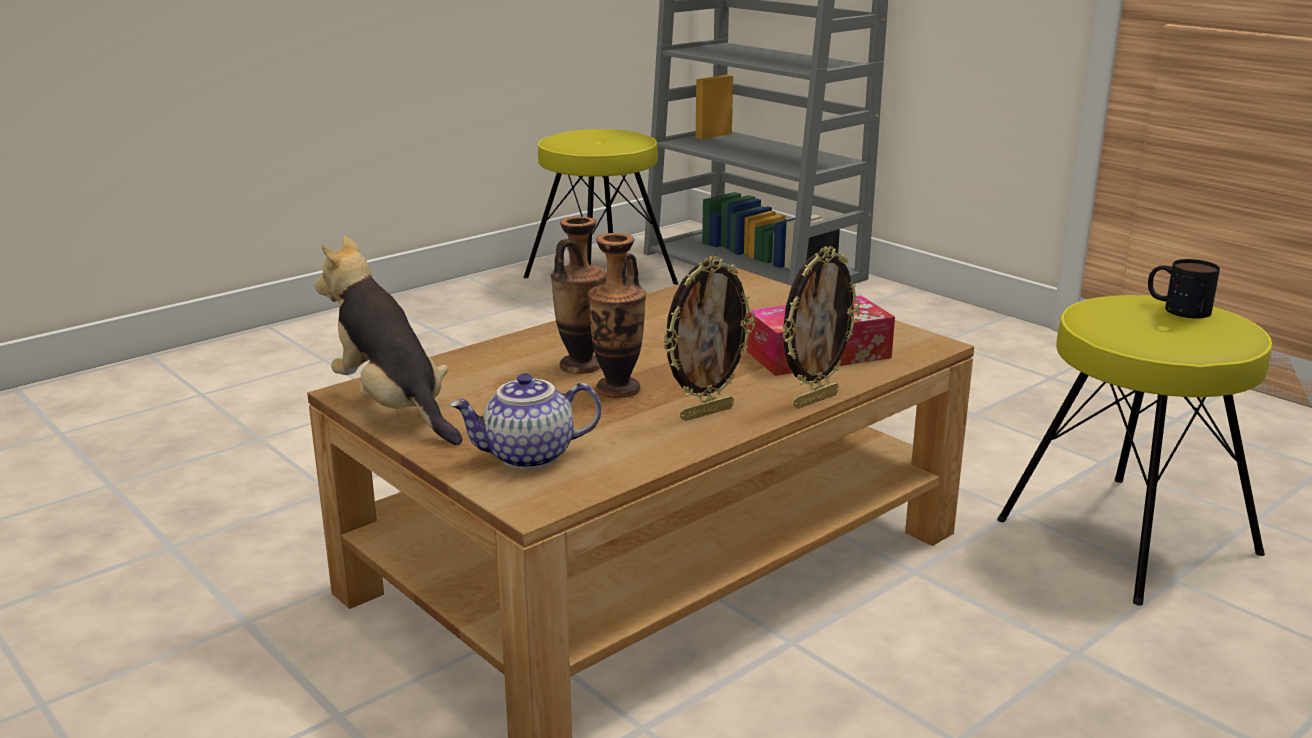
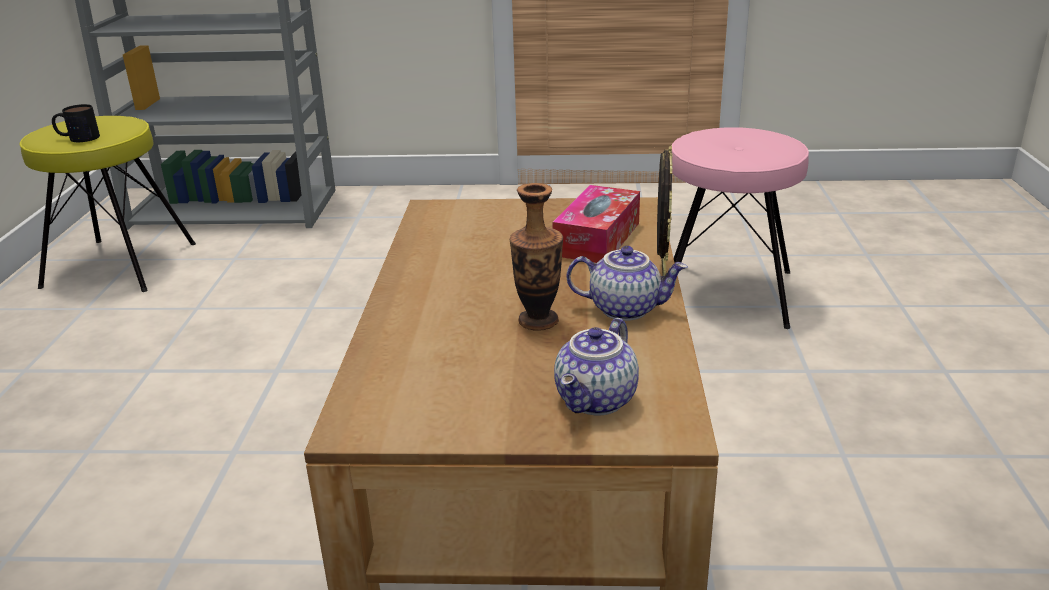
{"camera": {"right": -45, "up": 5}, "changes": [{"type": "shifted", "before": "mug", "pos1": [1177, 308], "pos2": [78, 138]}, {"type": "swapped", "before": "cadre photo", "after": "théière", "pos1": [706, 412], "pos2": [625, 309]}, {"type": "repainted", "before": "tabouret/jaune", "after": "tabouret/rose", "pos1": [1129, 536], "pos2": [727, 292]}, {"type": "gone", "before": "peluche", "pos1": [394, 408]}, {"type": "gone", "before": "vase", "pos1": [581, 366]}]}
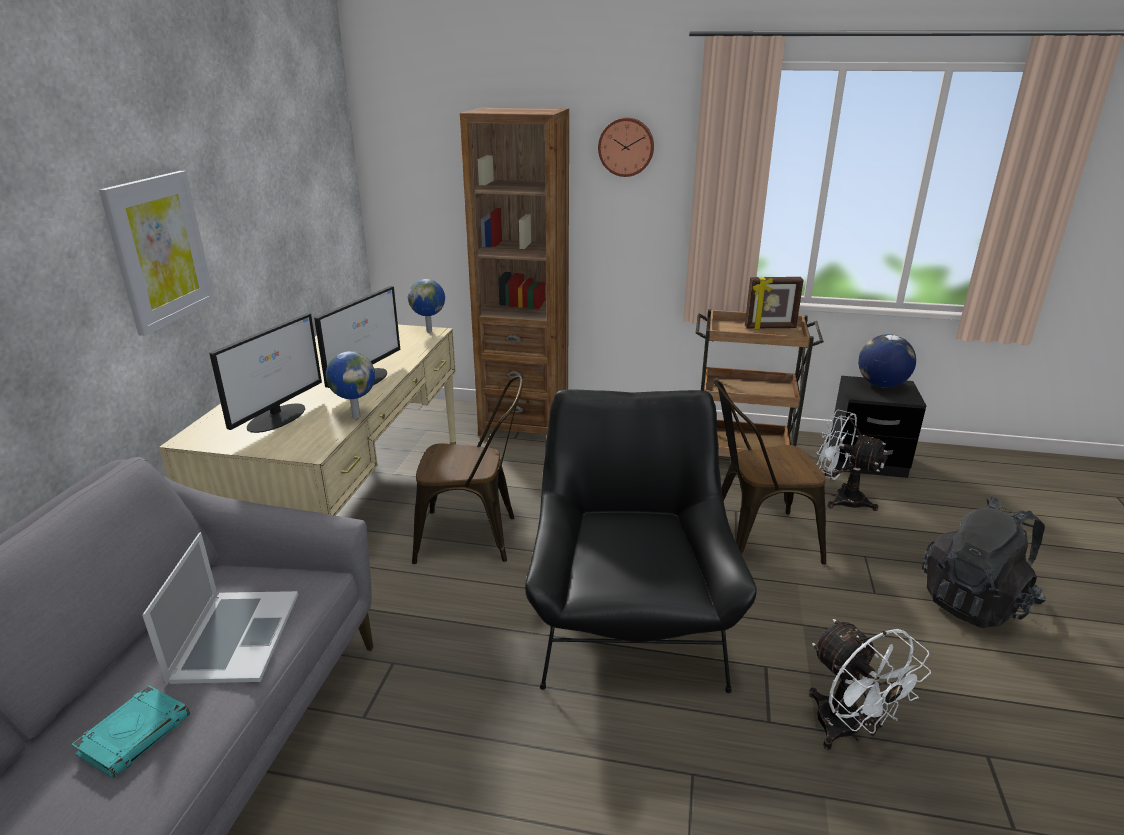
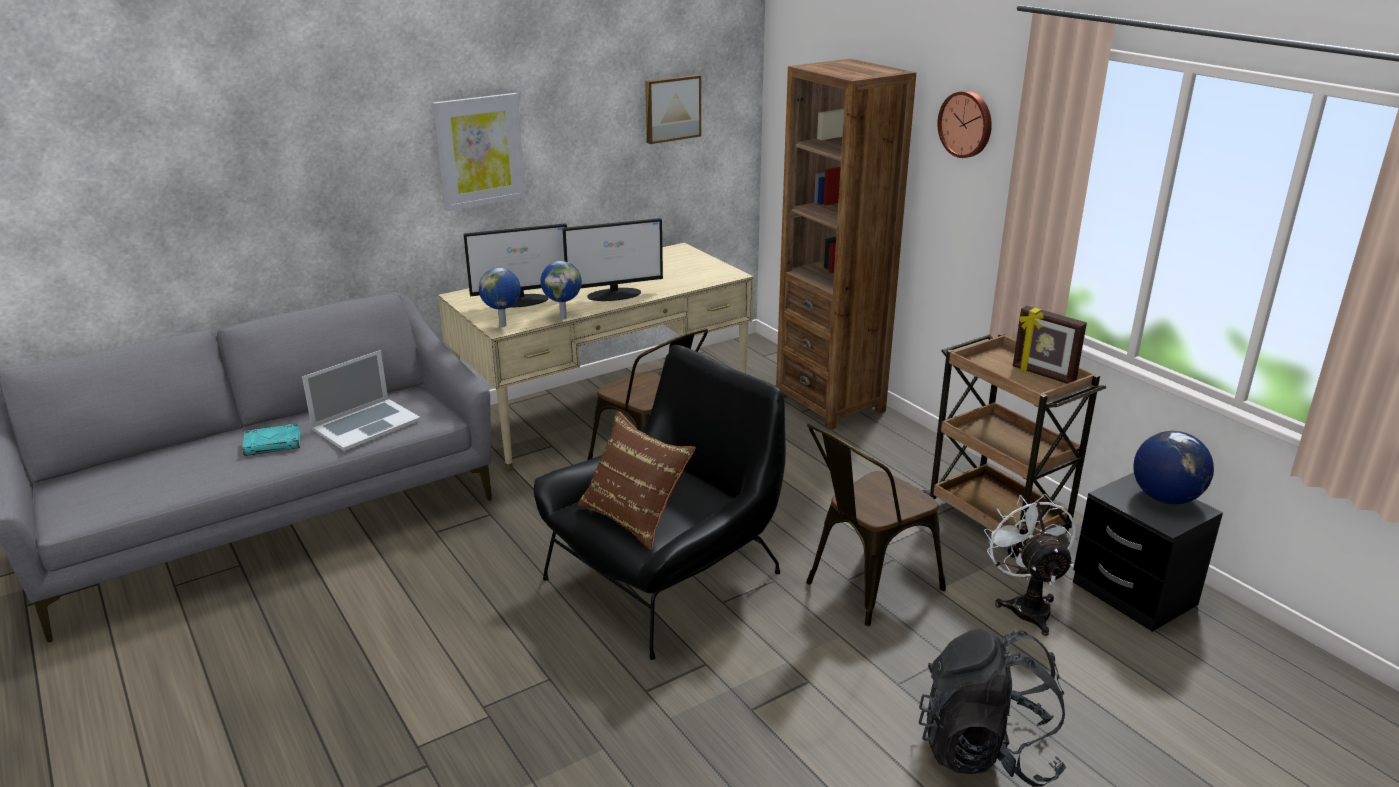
{"camera": {"right": 45, "up": 0}, "changes": [{"type": "shifted", "before": "globe", "pos1": [430, 331], "pos2": [503, 325]}, {"type": "new", "after": "coussin/marron", "pos2": [634, 516]}, {"type": "new", "after": "tableau", "pos2": [671, 108]}, {"type": "rotated", "before": "chaise/marron", "pos1": [754, 541], "pos2": [864, 588], "turn": -75}, {"type": "gone", "before": "ventilateur/blanc", "pos1": [848, 731]}]}
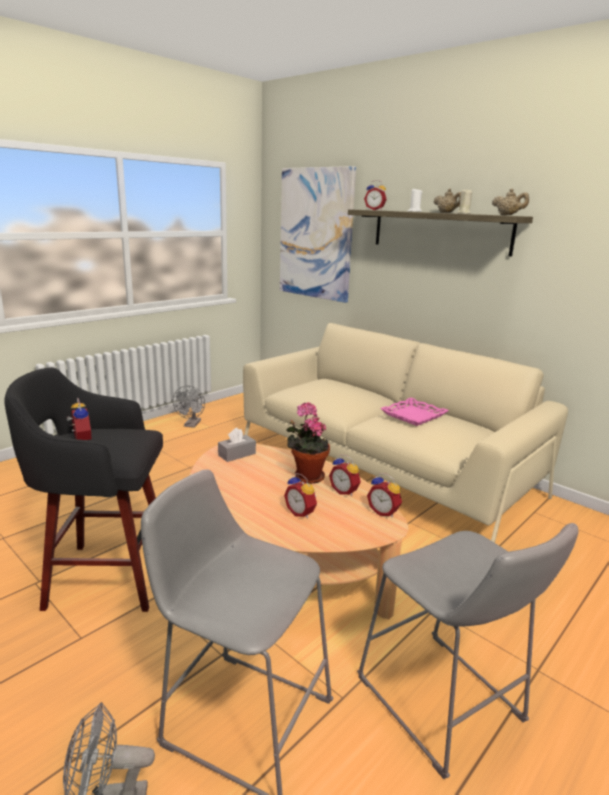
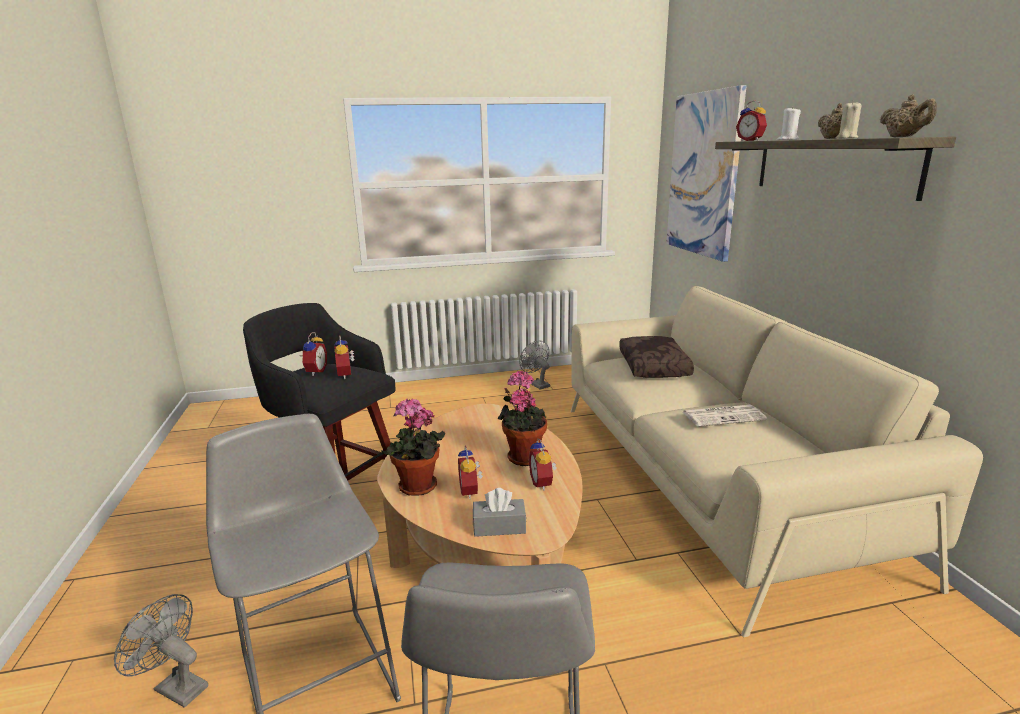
{"camera": {"right": 35, "up": 0}, "changes": [{"type": "shifted", "before": "réveil", "pos1": [384, 512], "pos2": [347, 375]}, {"type": "new", "after": "plante en pot", "pos2": [417, 488]}, {"type": "shifted", "before": "boîte à mouchoirs/gris", "pos1": [237, 454], "pos2": [499, 526]}, {"type": "rotated", "before": "ventilateur/gris", "pos1": [191, 425], "pos2": [536, 384], "turn": 105}, {"type": "new", "after": "coussin/marron", "pos2": [655, 366]}, {"type": "swapped", "before": "plateau/rose", "after": "journal", "pos1": [413, 415], "pos2": [724, 416]}]}
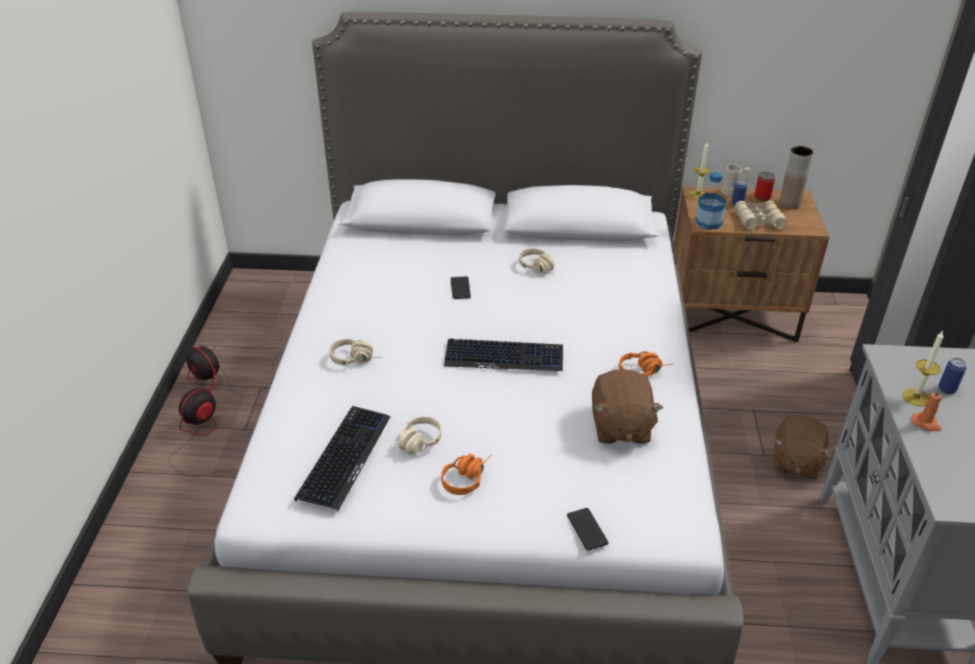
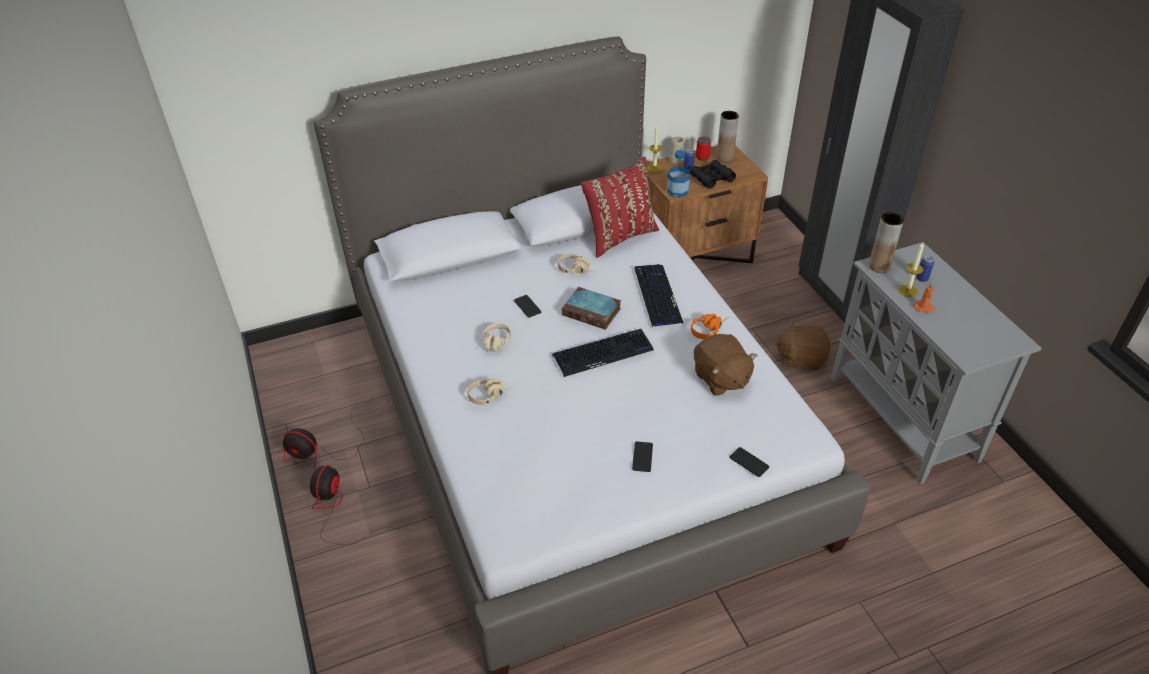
{"camera": {"right": -25, "up": 5}, "changes": [{"type": "shifted", "before": "casque audio/beige", "pos1": [415, 445], "pos2": [495, 345]}, {"type": "new", "after": "livre", "pos2": [592, 312]}, {"type": "new", "after": "coussin/rouge", "pos2": [619, 236]}, {"type": "swapped", "before": "casque audio/orange", "after": "téléphone", "pos1": [467, 477], "pos2": [642, 457]}, {"type": "shifted", "before": "clavier", "pos1": [344, 457], "pos2": [657, 296]}, {"type": "repainted", "before": "jumelles/beige", "after": "jumelles/noir", "pos1": [758, 220], "pos2": [711, 178]}, {"type": "rotated", "before": "peluche/marron", "pos1": [795, 462], "pos2": [801, 358], "turn": 105}, {"type": "new", "after": "vase/marron", "pos2": [879, 266]}]}
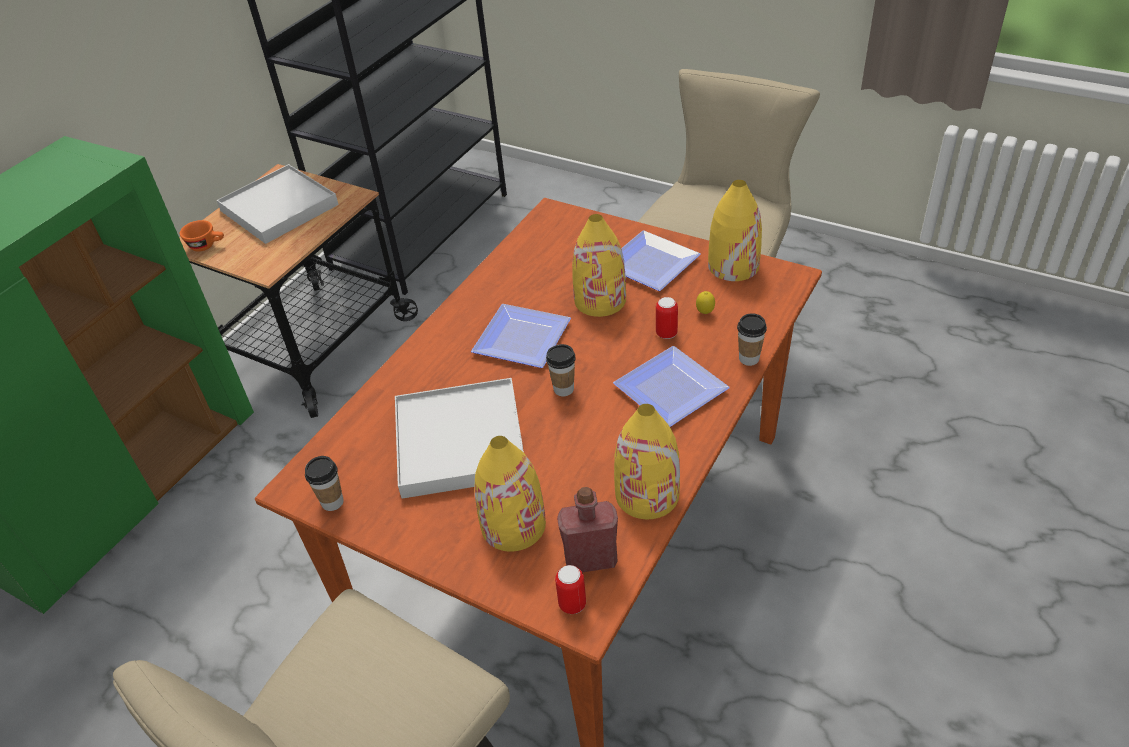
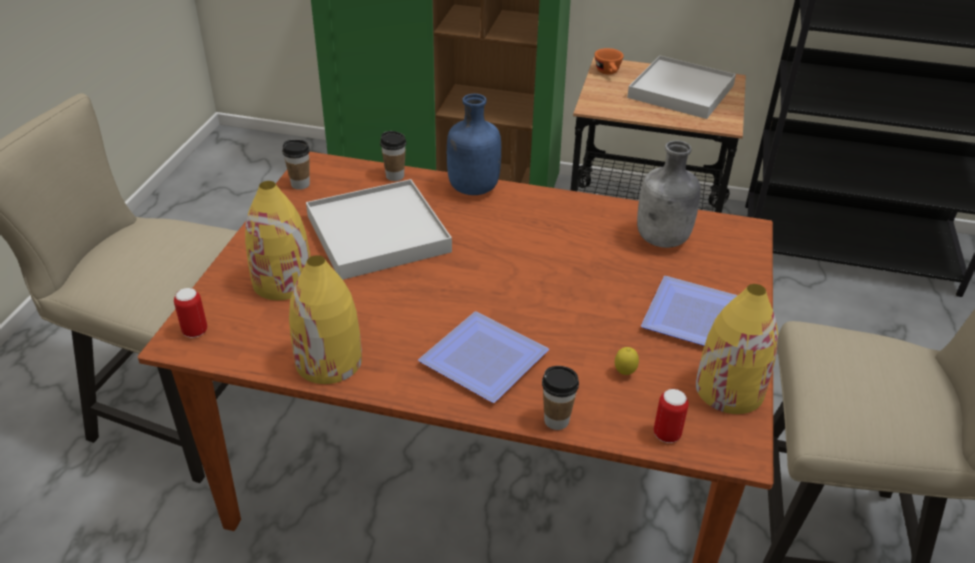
{"camera": {"right": 70, "up": -5}, "changes": [{"type": "shifted", "before": "tasse", "pos1": [563, 389], "pos2": [395, 176]}, {"type": "new", "after": "bouteille/bleu", "pos2": [472, 189]}, {"type": "new", "after": "bouteille/gris", "pos2": [663, 240]}, {"type": "shifted", "before": "boîte métallique", "pos1": [666, 334], "pos2": [666, 434]}, {"type": "gone", "before": "assiette", "pos1": [523, 341]}, {"type": "gone", "before": "bouteille/rouge", "pos1": [591, 559]}, {"type": "gone", "before": "vase/jaune", "pos1": [600, 300]}]}
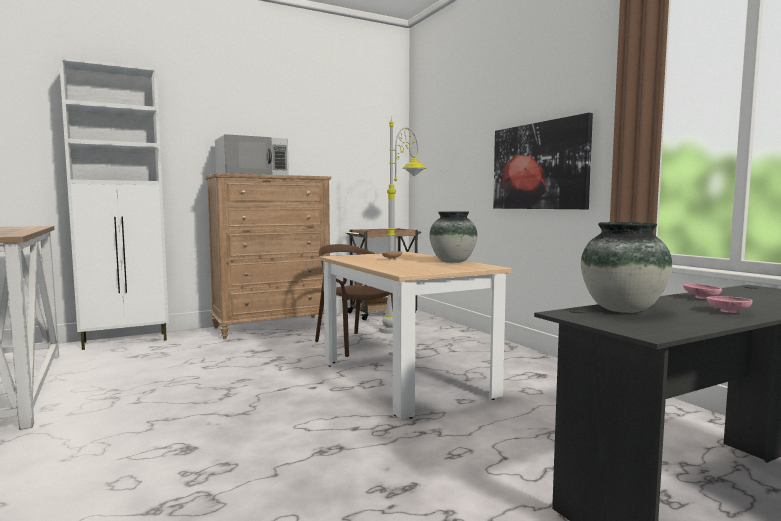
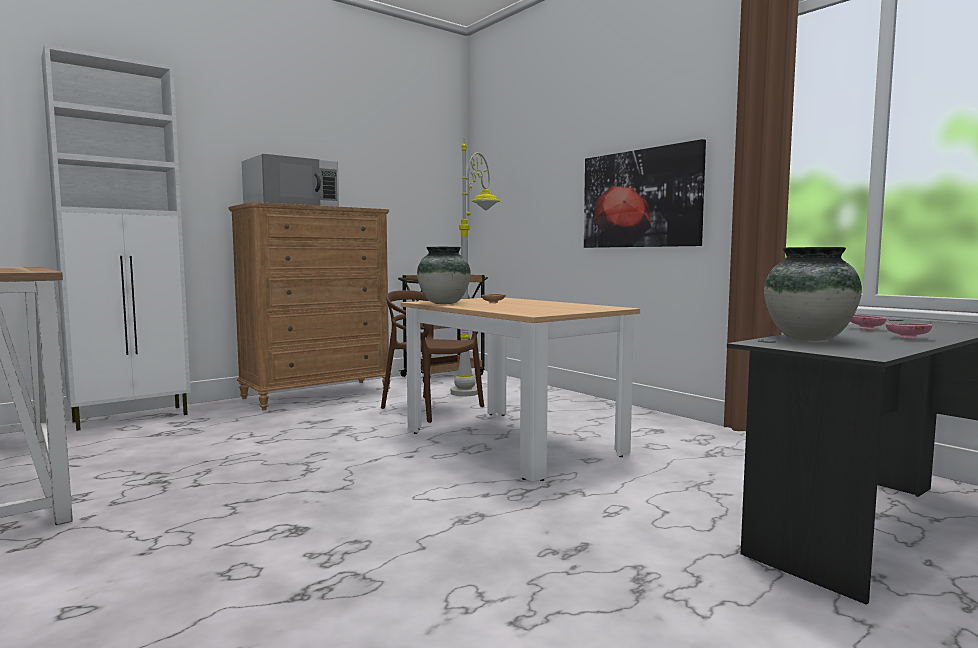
{"camera": {"right": -10, "up": 0}, "changes": [{"type": "shifted", "before": "vase", "pos1": [452, 261], "pos2": [443, 303]}]}
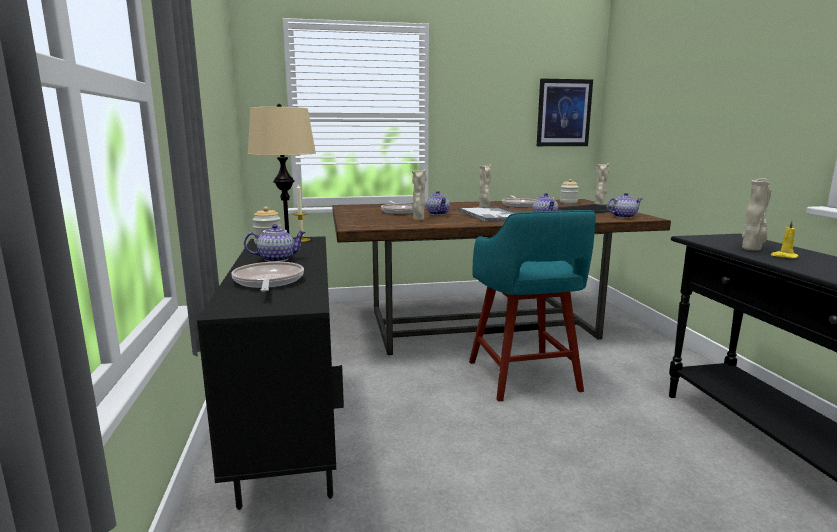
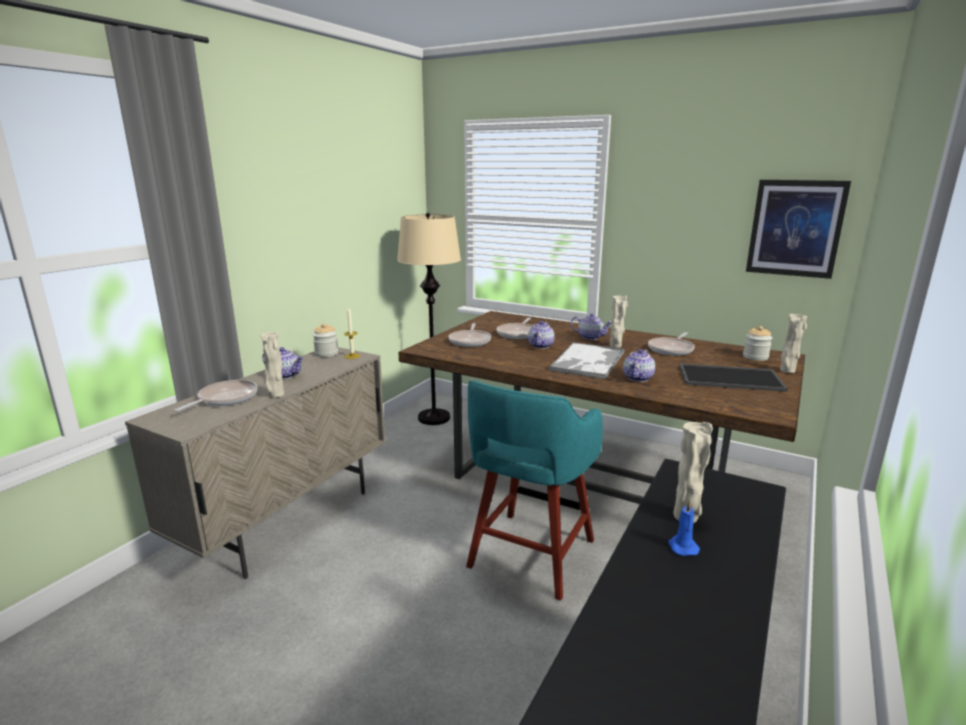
{"camera": {"right": 40, "up": 5}, "changes": [{"type": "repainted", "before": "meuble de rangement/noir", "after": "meuble de rangement/beige", "pos1": [291, 439], "pos2": [289, 521]}, {"type": "shifted", "before": "vase/beige", "pos1": [418, 219], "pos2": [276, 395]}, {"type": "new", "after": "poêle", "pos2": [470, 341]}, {"type": "shifted", "before": "théière", "pos1": [623, 216], "pos2": [590, 337]}, {"type": "repainted", "before": "bougie/jaune", "after": "bougie/bleu", "pos1": [784, 256], "pos2": [682, 546]}]}
